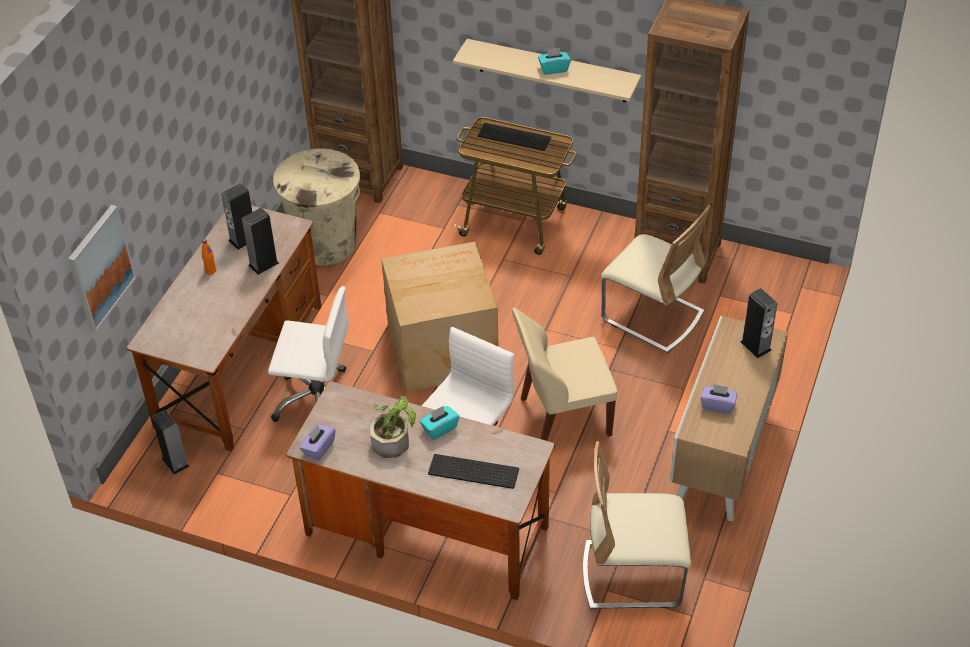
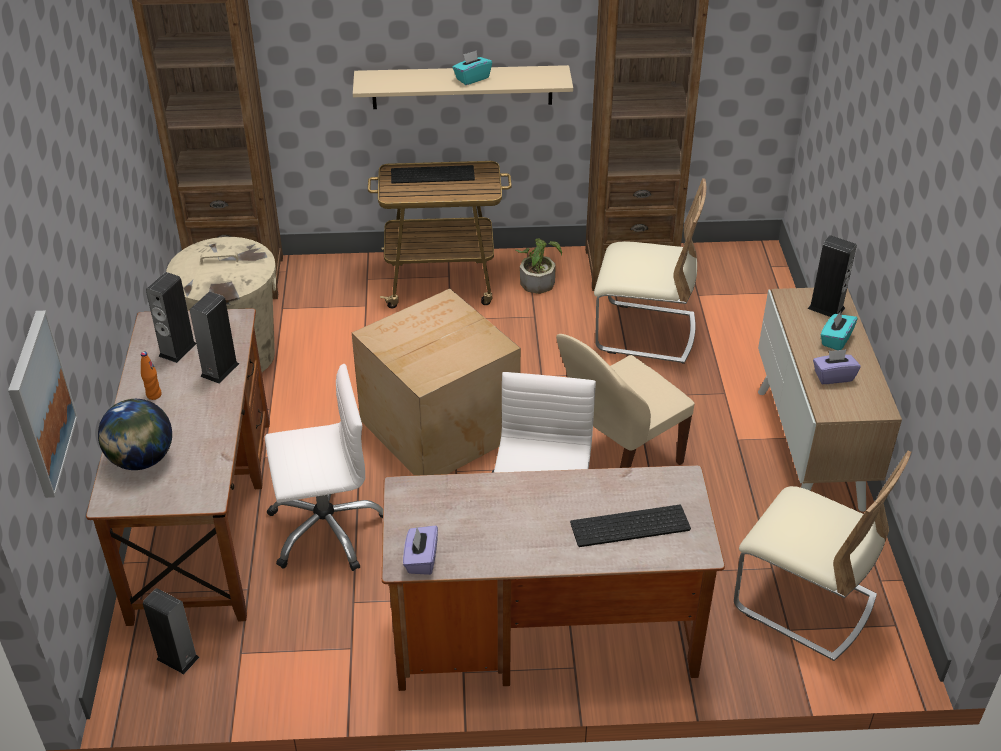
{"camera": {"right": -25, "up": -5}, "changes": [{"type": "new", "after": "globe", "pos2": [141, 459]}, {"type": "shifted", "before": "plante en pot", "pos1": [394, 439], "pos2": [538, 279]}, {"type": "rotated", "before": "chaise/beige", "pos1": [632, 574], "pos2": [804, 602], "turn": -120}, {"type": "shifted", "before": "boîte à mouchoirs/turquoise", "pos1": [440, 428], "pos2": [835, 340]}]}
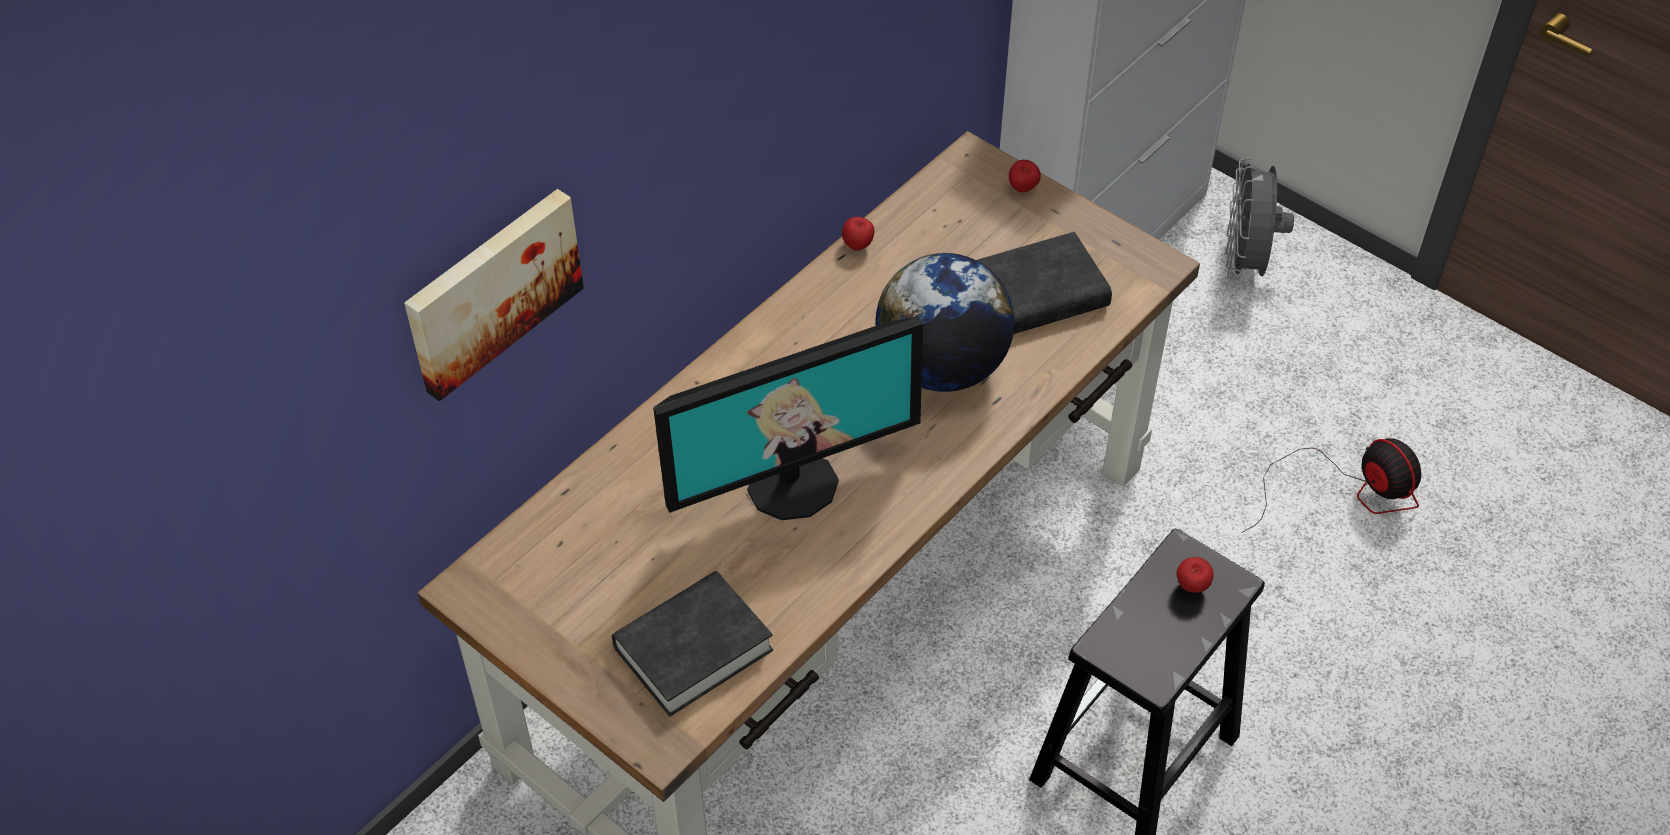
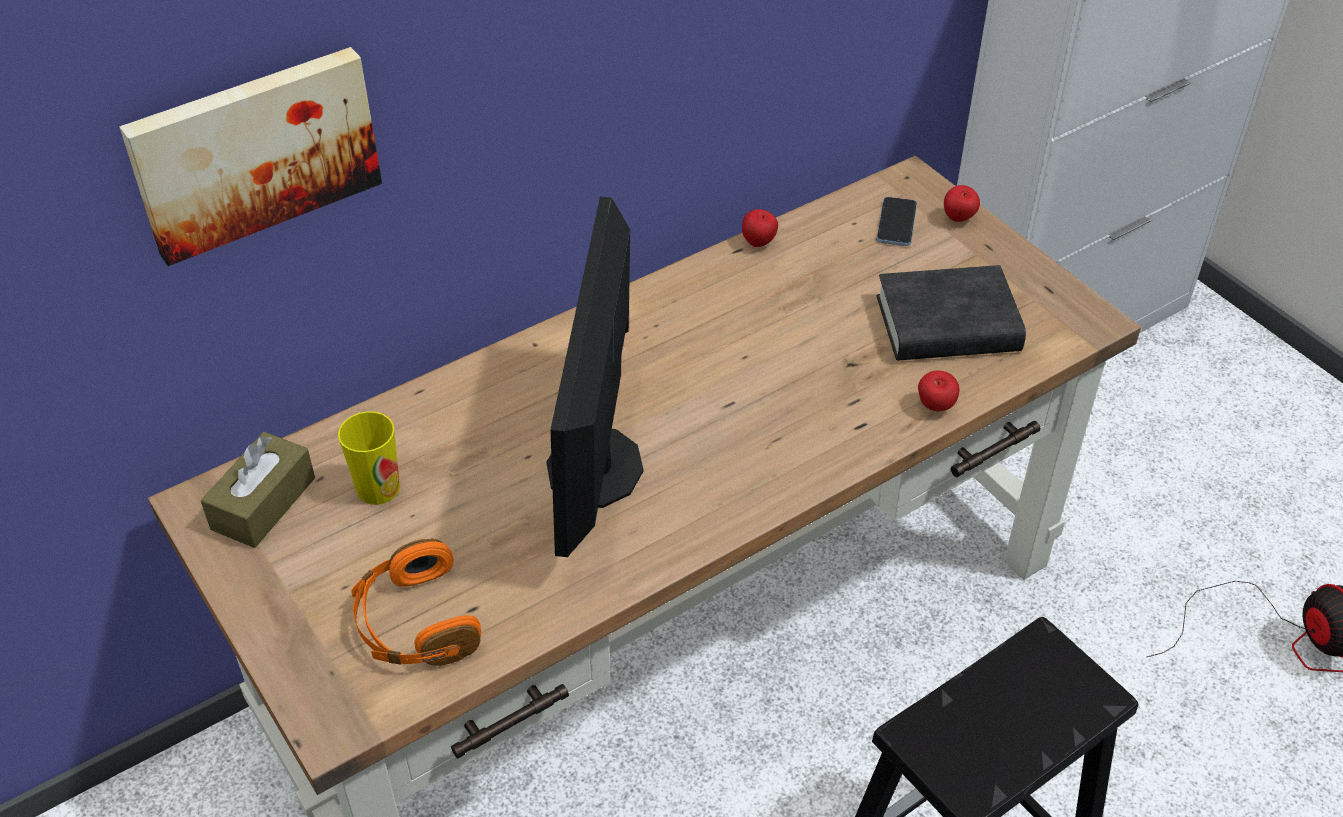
{"camera": {"right": 15, "up": -5}, "changes": [{"type": "new", "after": "boîte à mouchoirs/marron", "pos2": [263, 503]}, {"type": "new", "after": "tasse", "pos2": [378, 488]}, {"type": "swapped", "before": "livre/noir", "after": "casque audio/orange", "pos1": [693, 649], "pos2": [415, 624]}, {"type": "rotated", "before": "écran d'ordinateur", "pos1": [792, 484], "pos2": [597, 468], "turn": 105}, {"type": "new", "after": "téléphone", "pos2": [896, 223]}, {"type": "shifted", "before": "pomme", "pos1": [1191, 587], "pos2": [935, 407]}, {"type": "gone", "before": "globe", "pos1": [941, 367]}, {"type": "gone", "before": "ventilateur/gris", "pos1": [1245, 264]}]}
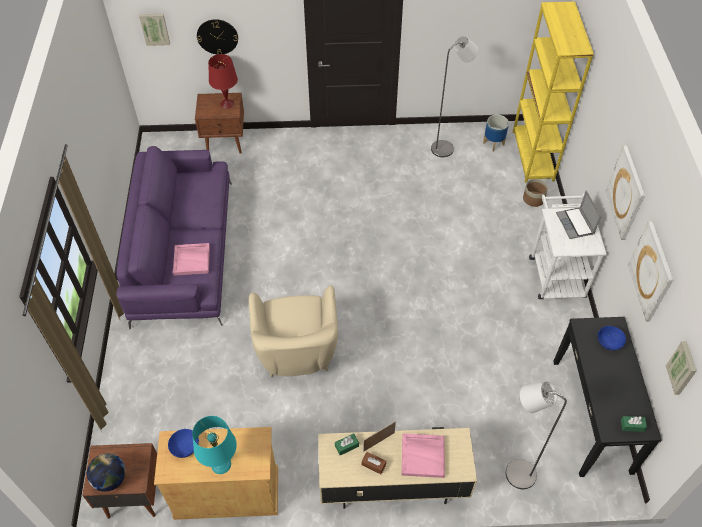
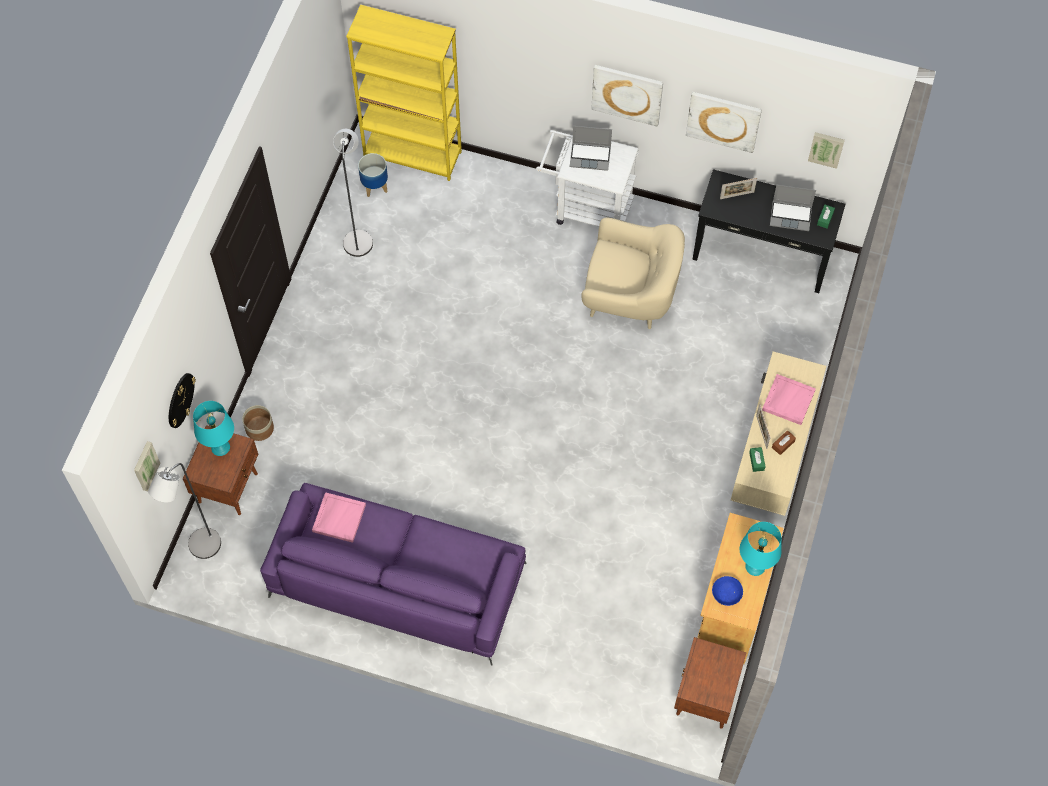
{"camera": {"right": -70, "up": 10}, "changes": [{"type": "shifted", "before": "lampadaire/gris", "pos1": [514, 472], "pos2": [200, 548]}, {"type": "repainted", "before": "lampe de table/rouge", "after": "lampe de table/turquoise", "pos1": [227, 104], "pos2": [220, 447]}, {"type": "shifted", "before": "cache-pot", "pos1": [533, 199], "pos2": [259, 428]}, {"type": "shifted", "before": "plateau/rose", "pos1": [192, 260], "pos2": [339, 518]}, {"type": "shifted", "before": "fauteuil/beige", "pos1": [297, 352], "pos2": [630, 297]}, {"type": "swapped", "before": "bol/bleu", "after": "cadre photo", "pos1": [609, 343], "pos2": [737, 195]}, {"type": "new", "after": "ordinateur portable", "pos2": [791, 216]}, {"type": "gone", "before": "globe", "pos1": [110, 479]}]}
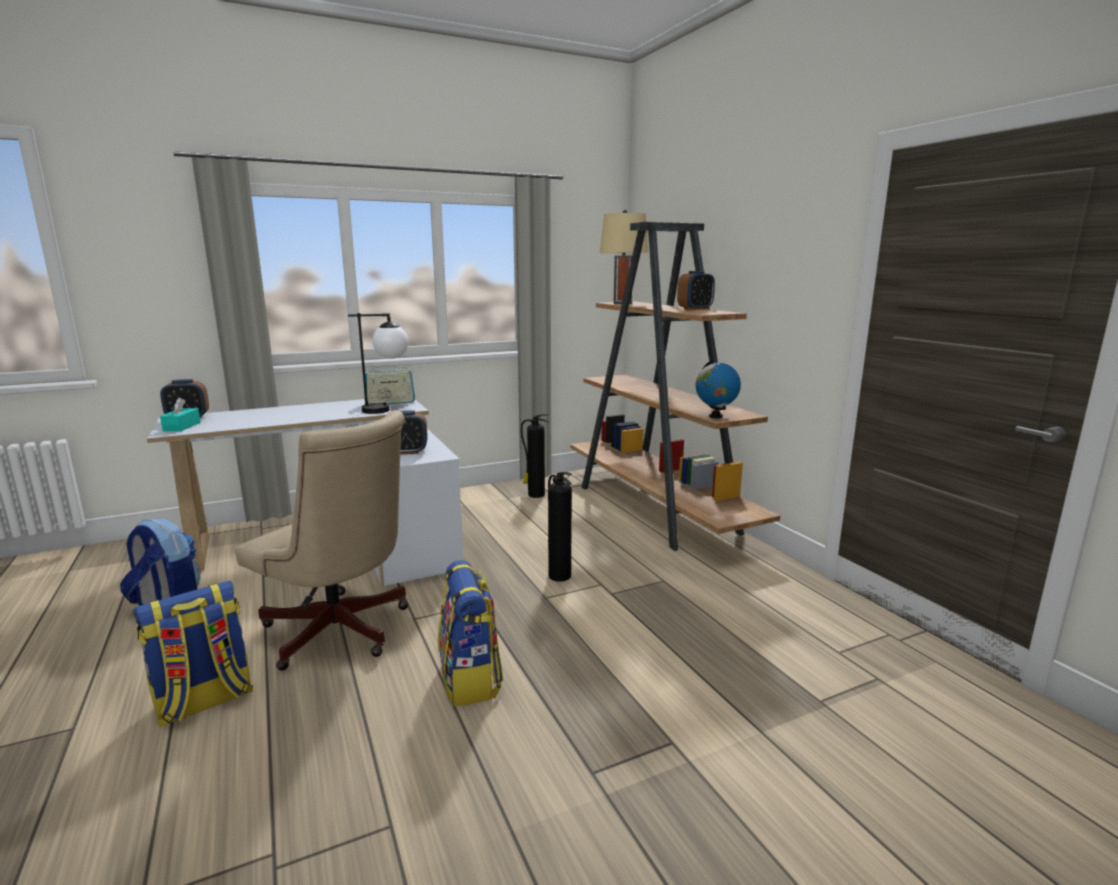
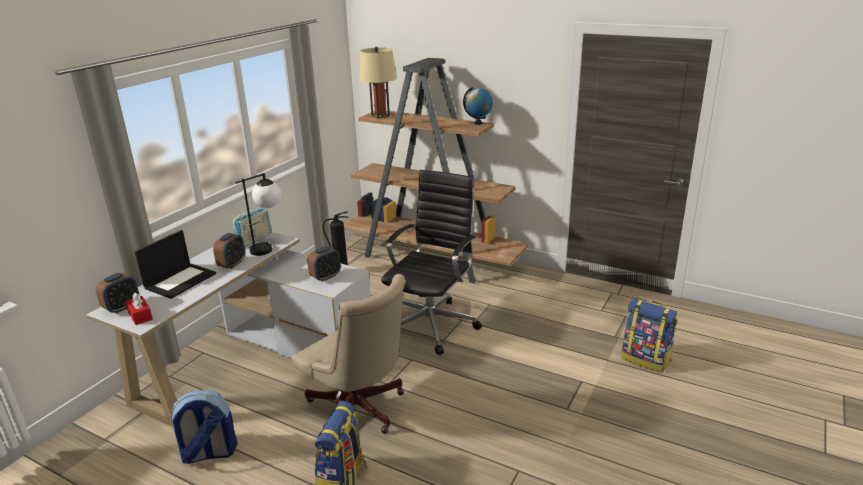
{"camera": {"right": -35, "up": 10}, "changes": [{"type": "repainted", "before": "boîte à mouchoirs/turquoise", "after": "boîte à mouchoirs/rouge", "pos1": [182, 426], "pos2": [140, 316]}, {"type": "new", "after": "ordinateur portable", "pos2": [180, 280]}, {"type": "shifted", "before": "réveil", "pos1": [695, 309], "pos2": [232, 264]}, {"type": "rotated", "before": "chaise de bureau/beige", "pos1": [341, 633], "pos2": [359, 412], "turn": 45}, {"type": "swapped", "before": "extincteur", "after": "chaise de bureau/noir", "pos1": [559, 575], "pos2": [432, 324]}, {"type": "shifted", "before": "globe", "pos1": [715, 416], "pos2": [478, 123]}, {"type": "shifted", "before": "sac à dos", "pos1": [471, 679], "pos2": [646, 359]}]}
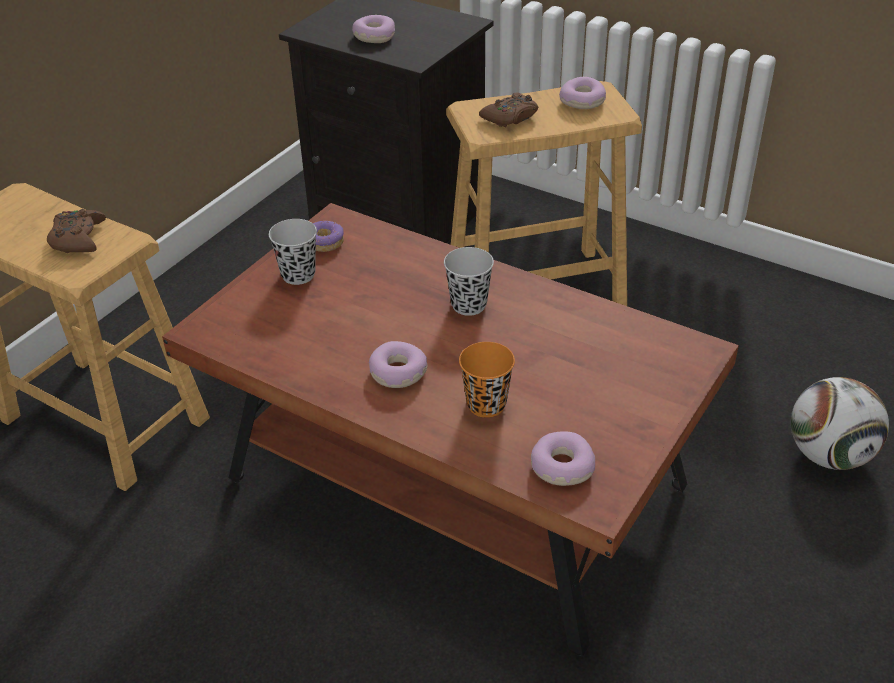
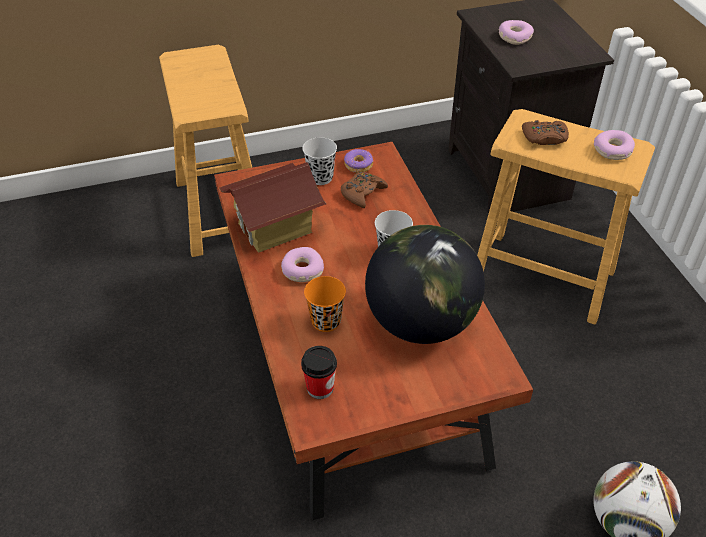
{"camera": {"right": 40, "up": 5}, "changes": [{"type": "new", "after": "maison miniature", "pos2": [275, 228]}, {"type": "swapped", "before": "beignet", "after": "tasse", "pos1": [561, 467], "pos2": [320, 388]}, {"type": "shifted", "before": "manette/marron", "pos1": [78, 238], "pos2": [362, 193]}, {"type": "new", "after": "globe", "pos2": [420, 323]}]}
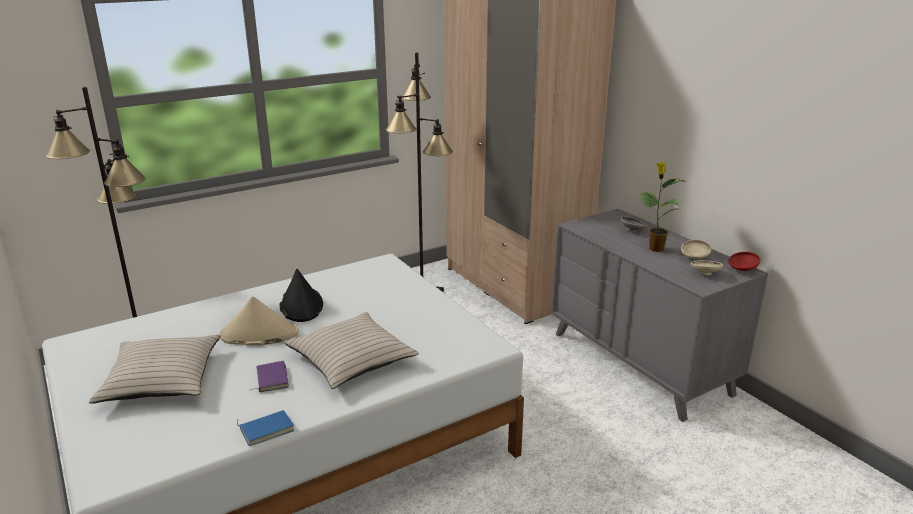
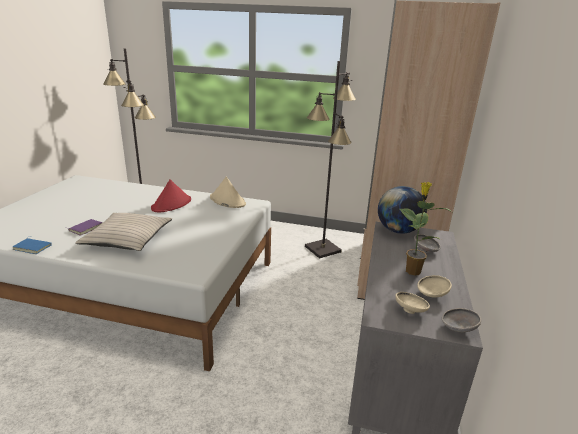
{"camera": {"right": 45, "up": 0}, "changes": [{"type": "repainted", "before": "chapeau/noir", "after": "chapeau/rouge", "pos1": [301, 305], "pos2": [171, 204]}, {"type": "shifted", "before": "chapeau/beige", "pos1": [259, 334], "pos2": [227, 201]}, {"type": "new", "after": "globe", "pos2": [398, 231]}, {"type": "repainted", "before": "bol/rouge", "after": "bol/gris", "pos1": [741, 270], "pos2": [457, 328]}, {"type": "gone", "before": "coussin/beige", "pos1": [161, 380]}]}
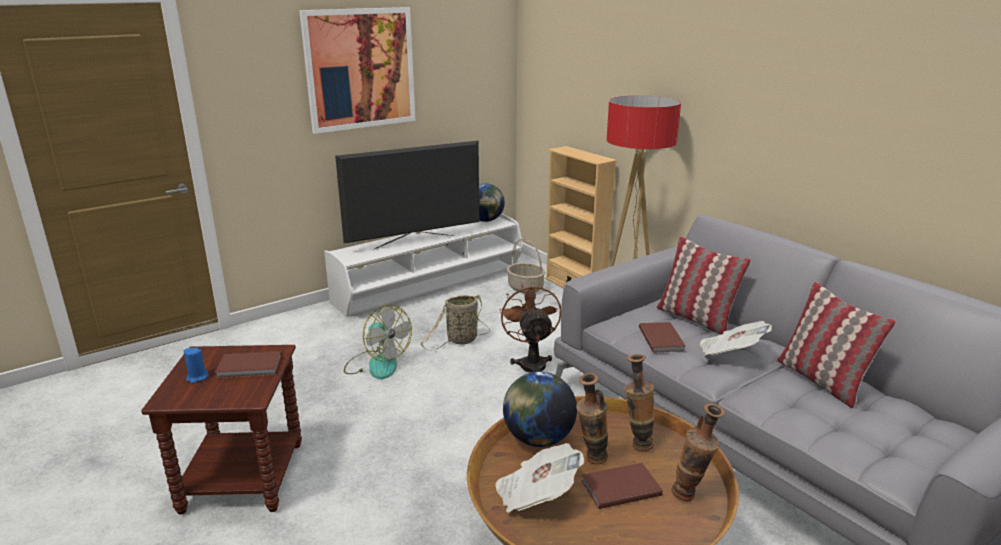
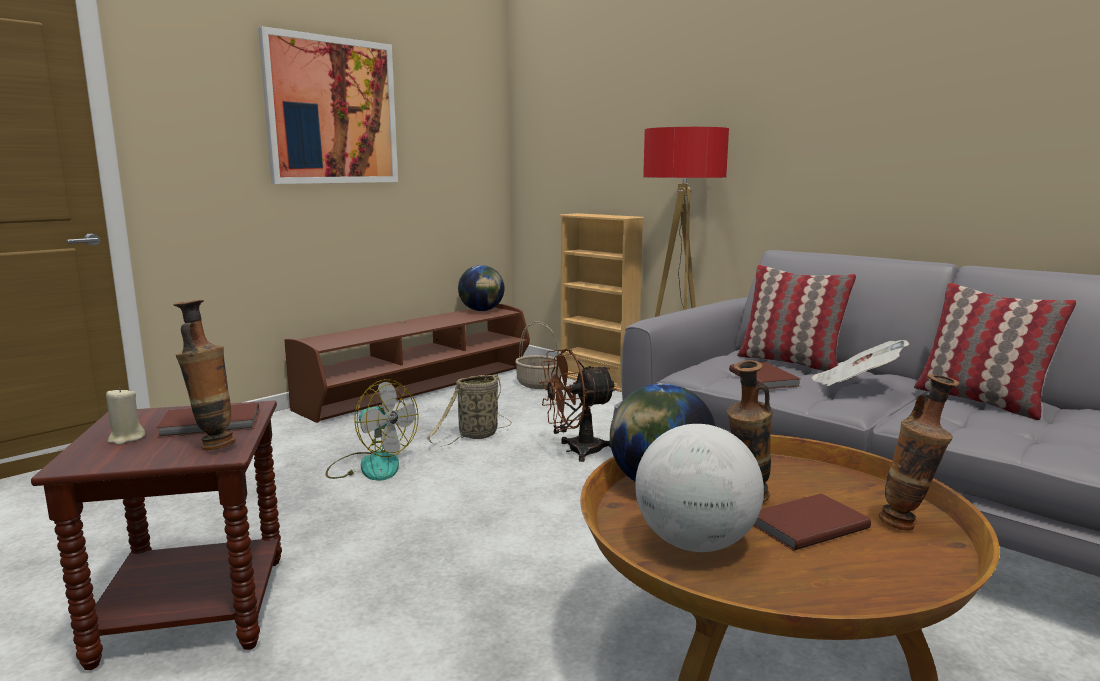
{"camera": {"right": -10, "up": -10}, "changes": [{"type": "repainted", "before": "bougie/bleu", "after": "bougie/beige", "pos1": [197, 377], "pos2": [126, 439]}, {"type": "shifted", "before": "vase", "pos1": [636, 443], "pos2": [213, 445]}, {"type": "repainted", "before": "meuble télé/blanc", "after": "meuble télé/marron", "pos1": [431, 286], "pos2": [420, 389]}, {"type": "rotated", "before": "ventilateur/marron", "pos1": [531, 363], "pos2": [576, 451], "turn": -90}, {"type": "swapped", "before": "journal", "after": "globe", "pos1": [536, 495], "pos2": [695, 544]}, {"type": "gone", "before": "téléviseur", "pos1": [414, 242]}]}
